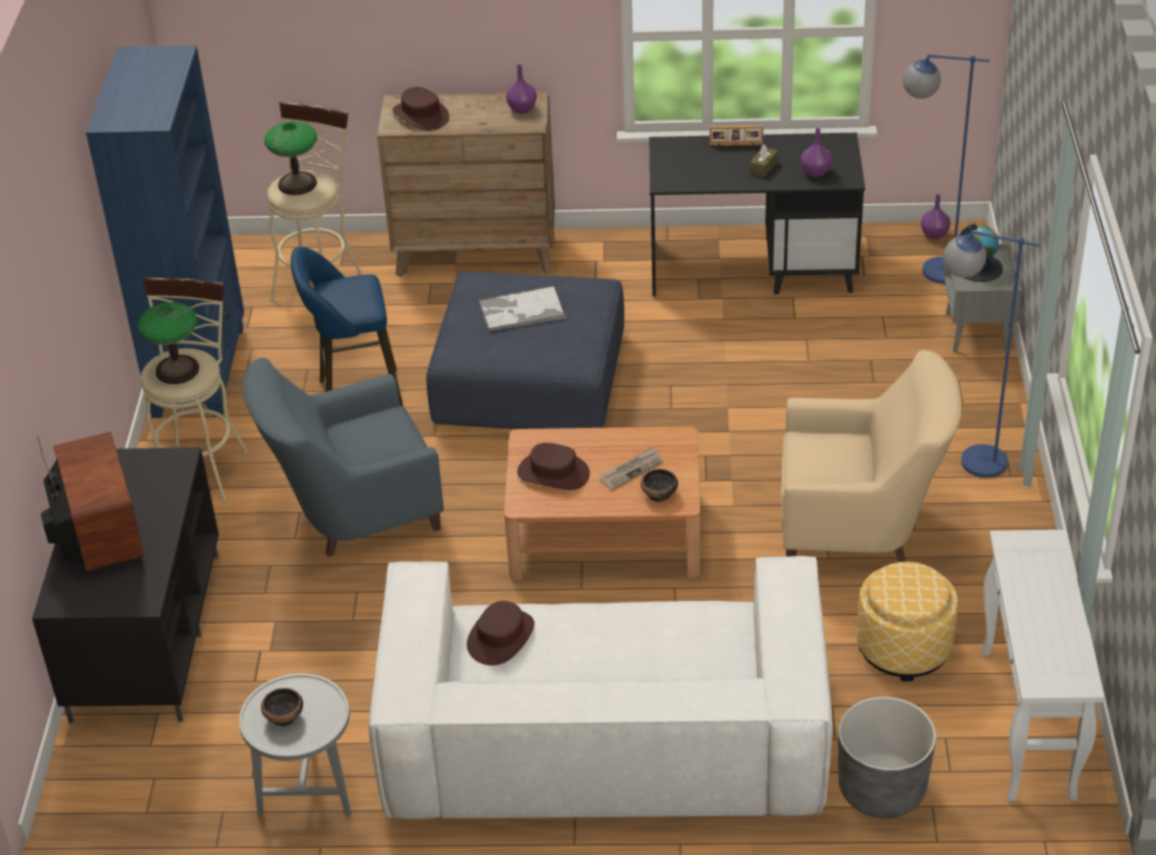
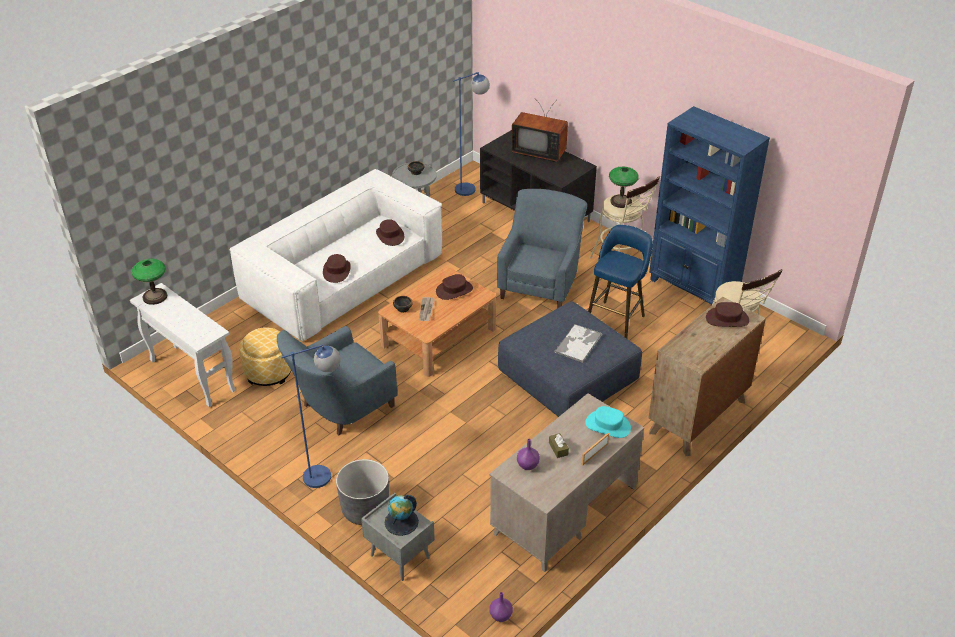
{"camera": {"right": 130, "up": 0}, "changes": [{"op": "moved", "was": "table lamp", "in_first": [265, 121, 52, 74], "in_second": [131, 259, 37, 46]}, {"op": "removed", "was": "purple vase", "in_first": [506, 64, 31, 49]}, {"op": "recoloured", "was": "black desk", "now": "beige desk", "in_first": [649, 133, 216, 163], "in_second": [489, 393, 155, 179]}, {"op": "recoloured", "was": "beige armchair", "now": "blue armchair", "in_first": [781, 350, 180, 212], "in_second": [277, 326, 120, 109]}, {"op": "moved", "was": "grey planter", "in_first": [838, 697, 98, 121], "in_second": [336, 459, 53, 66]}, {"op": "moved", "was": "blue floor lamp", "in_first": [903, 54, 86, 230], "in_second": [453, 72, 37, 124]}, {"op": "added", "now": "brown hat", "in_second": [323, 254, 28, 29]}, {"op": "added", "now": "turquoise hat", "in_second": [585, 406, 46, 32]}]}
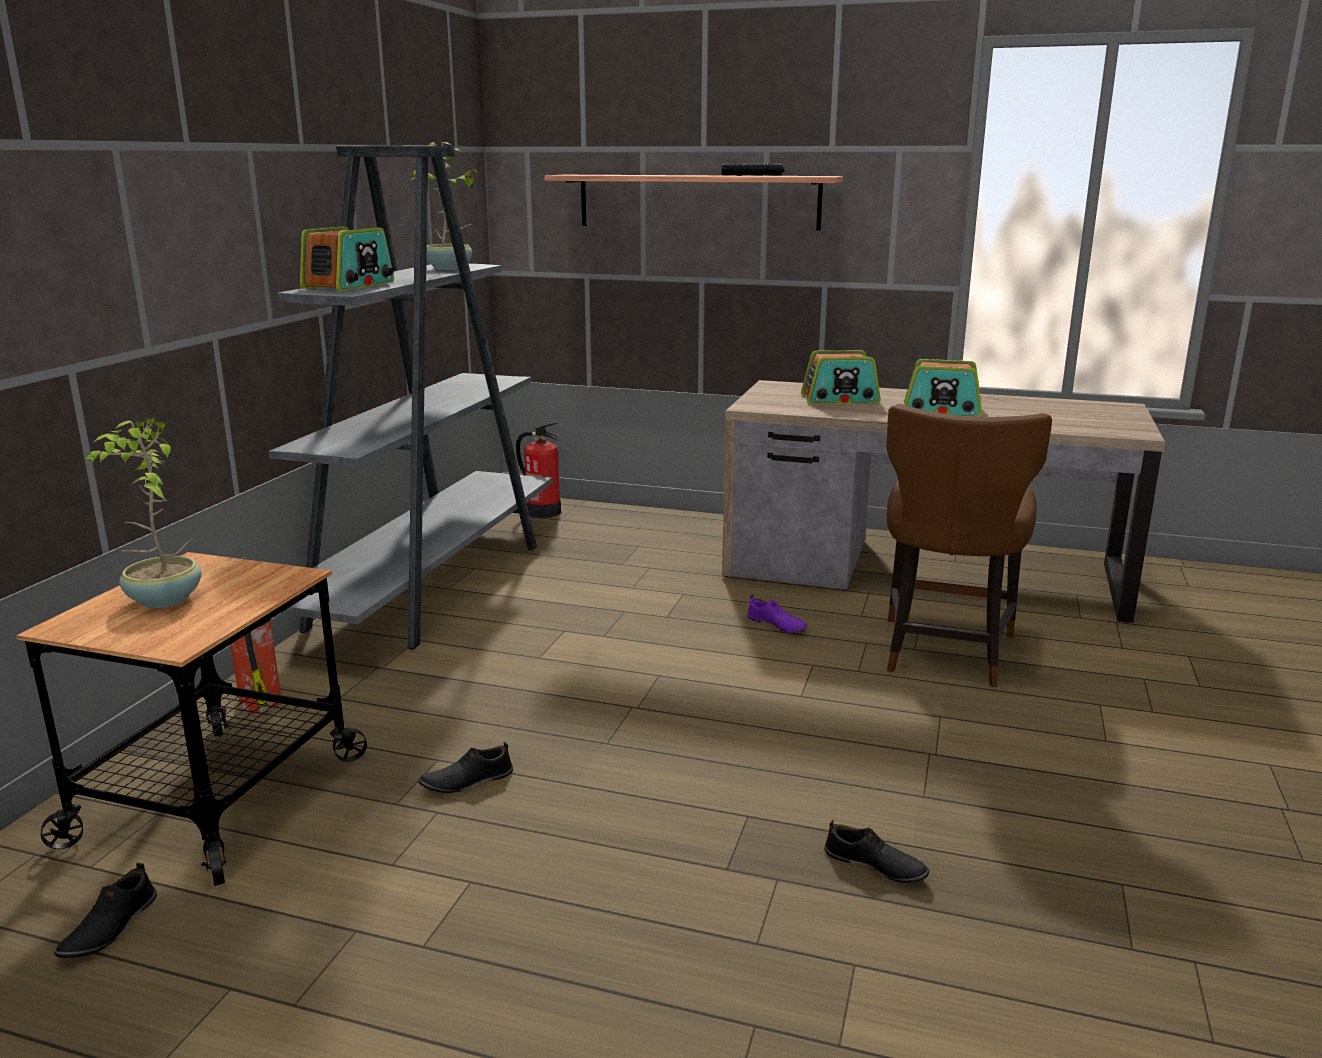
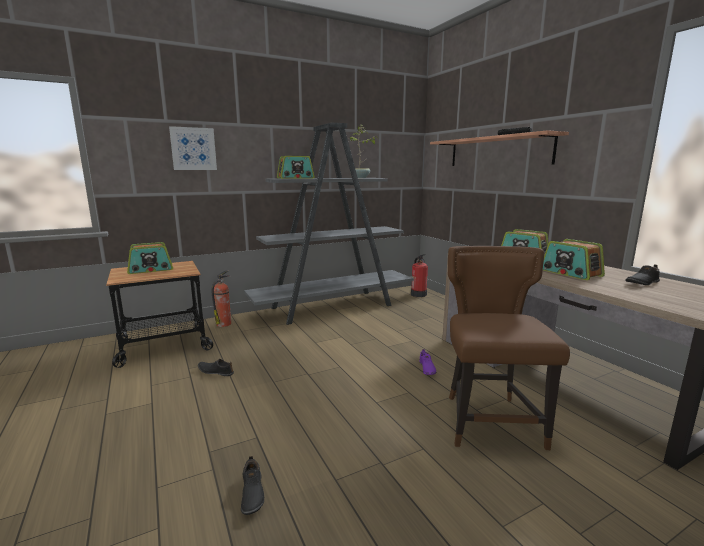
{"camera": {"right": 45, "up": -5}, "changes": [{"op": "moved", "was": "black shoe", "in_first": [54, 863, 103, 95], "in_second": [626, 265, 34, 20]}, {"op": "replaced", "was": "potted plant", "now": "radio", "in_first": [85, 417, 117, 191], "in_second": [127, 242, 46, 32]}, {"op": "turned", "was": "brown chair", "in_first": [886, 404, 166, 283], "in_second": [448, 246, 122, 204], "clockwise": 120}, {"op": "added", "now": "picture", "in_second": [169, 126, 48, 44]}]}
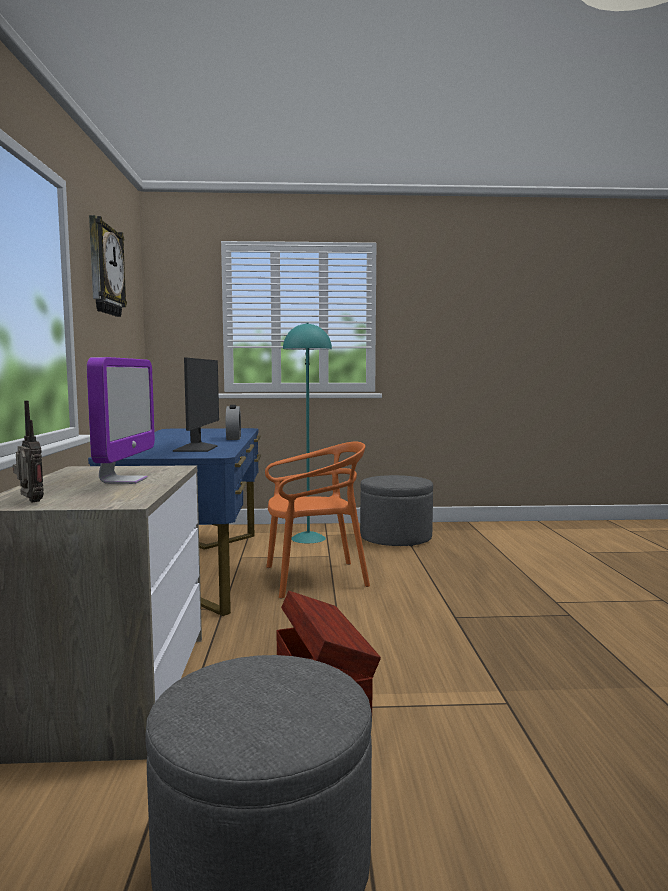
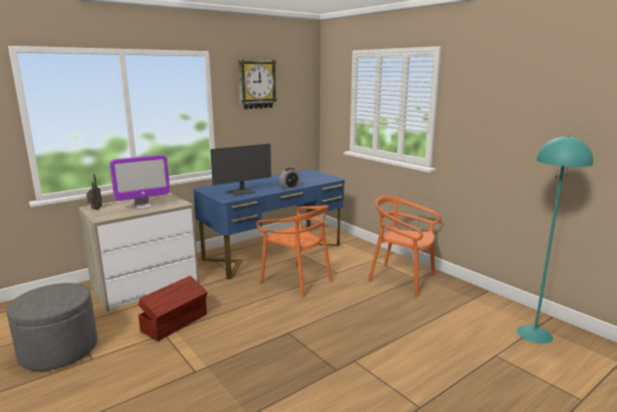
{"camera": {"right": 55, "up": 10}, "changes": [{"op": "moved", "was": "turquoise floor lamp", "in_first": [283, 322, 49, 221], "in_second": [517, 135, 76, 209]}, {"op": "replaced", "was": "grey ottoman", "now": "orange chair", "in_first": [360, 475, 73, 71], "in_second": [368, 196, 73, 101]}]}
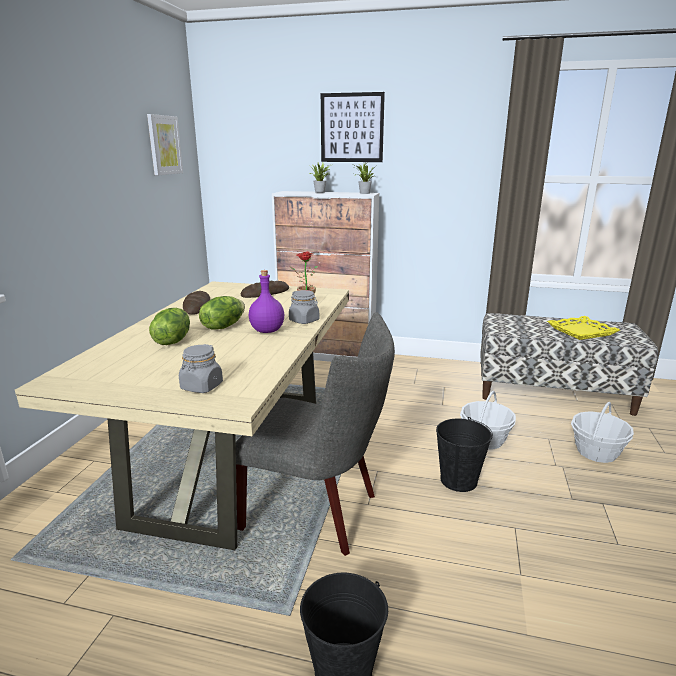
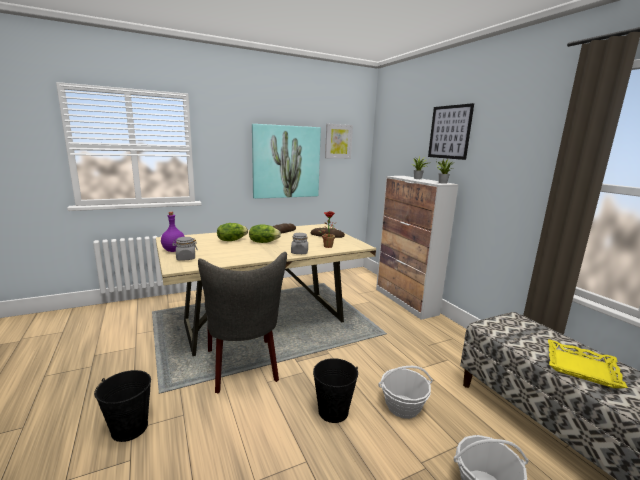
{"camera": {"right": 50, "up": -5}, "changes": [{"op": "moved", "was": "purple bottle", "in_first": [249, 270, 35, 63], "in_second": [161, 212, 24, 40]}, {"op": "added", "now": "picture", "in_second": [252, 124, 69, 75]}]}
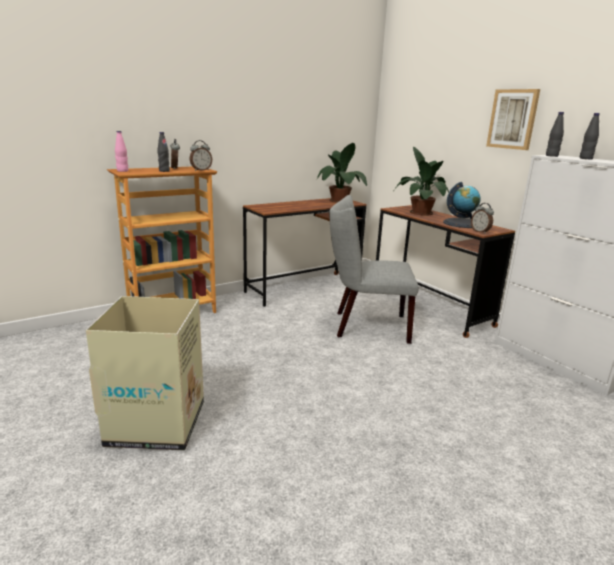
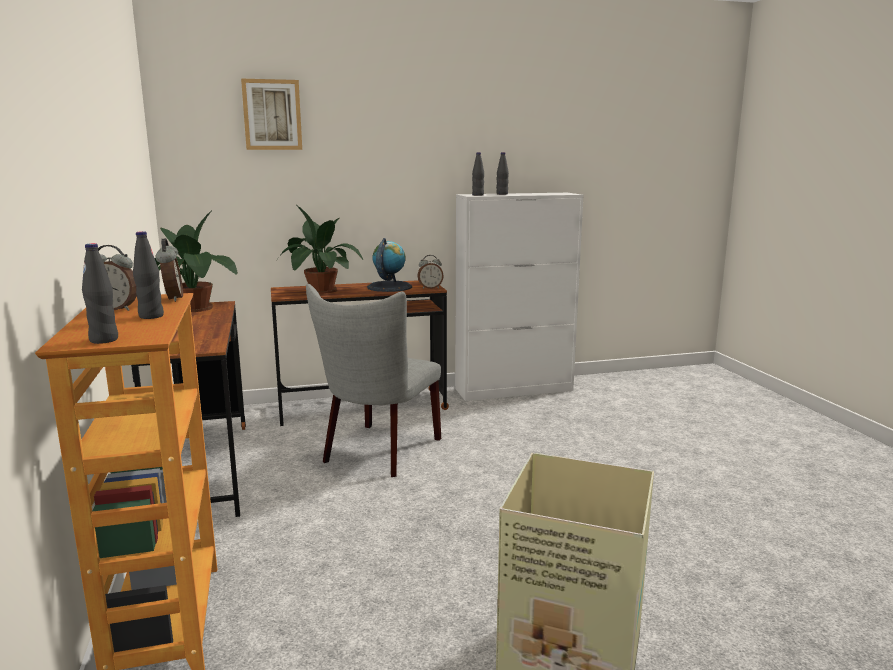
{"camera": {"right": -70, "up": -5}, "changes": [{"op": "recoloured", "was": "pink bottle", "now": "black bottle", "in_first": [115, 131, 13, 41], "in_second": [82, 243, 36, 101]}, {"op": "moved", "was": "picture", "in_first": [486, 89, 54, 61], "in_second": [241, 79, 61, 71]}]}
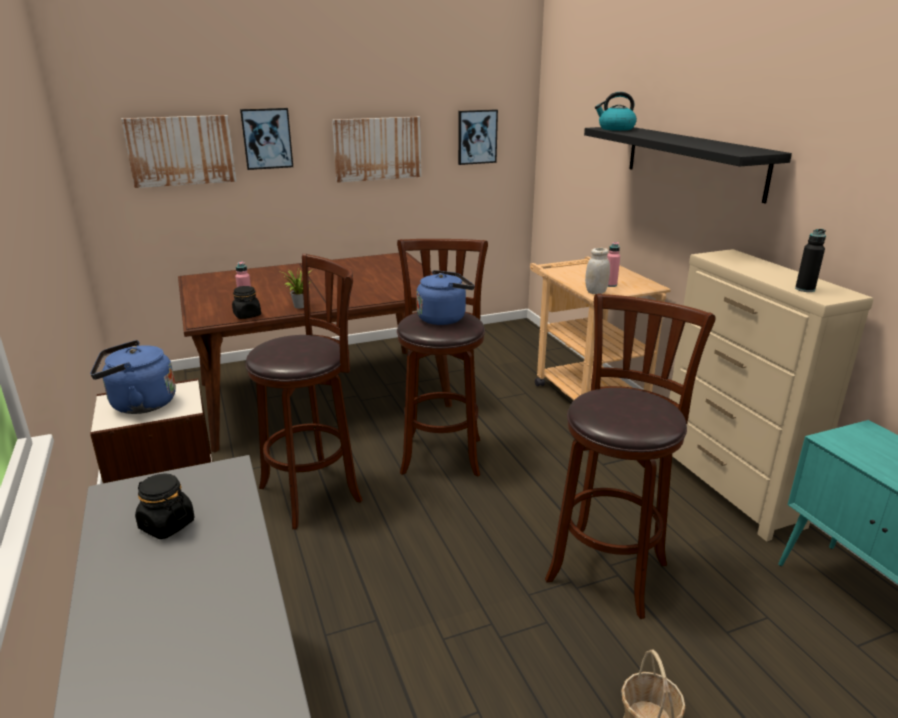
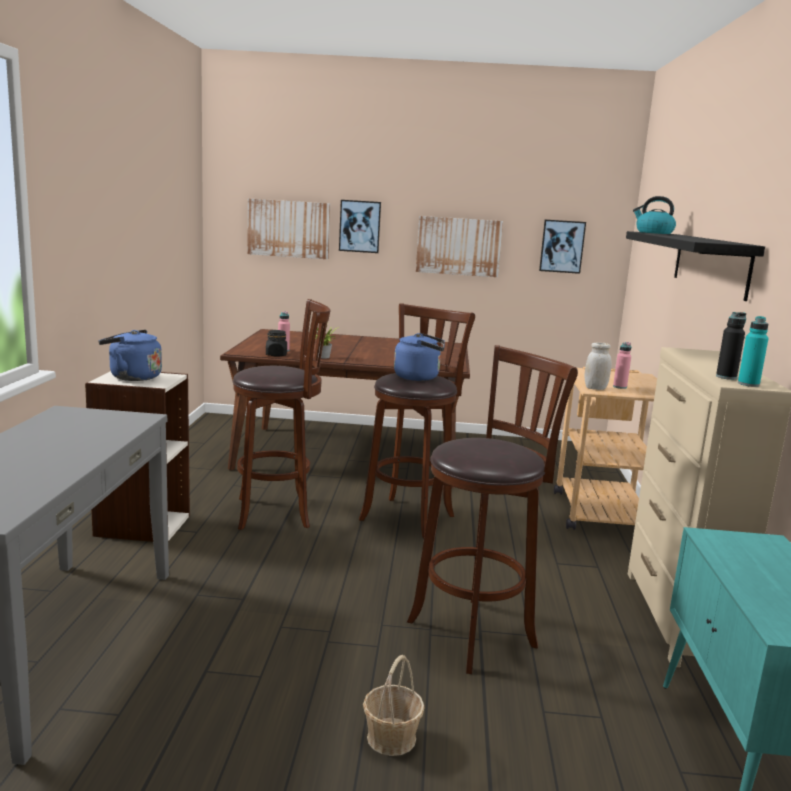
{"camera": {"right": 25, "up": -10}, "changes": [{"op": "removed", "was": "black jar", "in_first": [135, 474, 59, 65]}, {"op": "added", "now": "turquoise bottle", "in_second": [738, 316, 31, 71]}]}
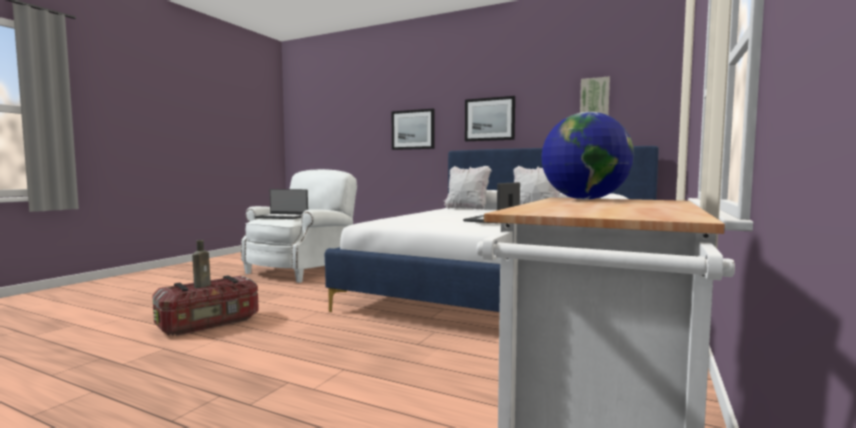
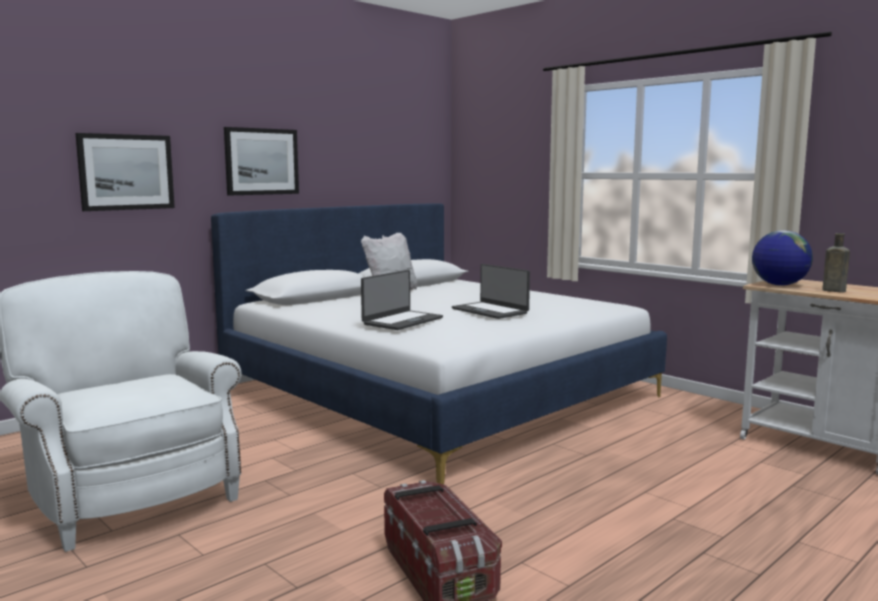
{"camera": {"right": -70, "up": 5}, "changes": [{"op": "moved", "was": "brown bottle", "in_first": [192, 240, 19, 48], "in_second": [822, 233, 28, 59]}, {"op": "moved", "was": "laptop", "in_first": [254, 189, 54, 30], "in_second": [361, 270, 82, 60]}, {"op": "removed", "was": "white pillow", "in_first": [444, 166, 47, 44]}, {"op": "removed", "was": "picture", "in_first": [580, 76, 30, 39]}]}
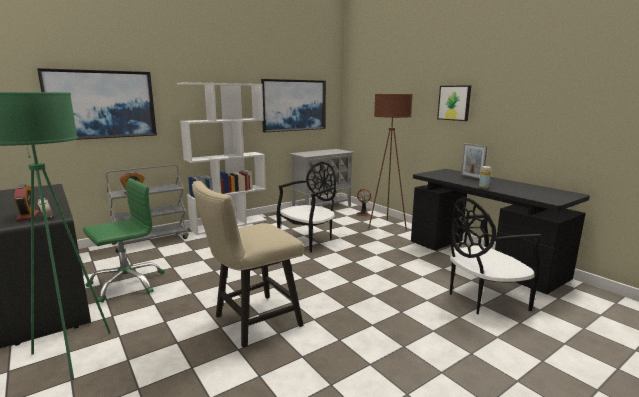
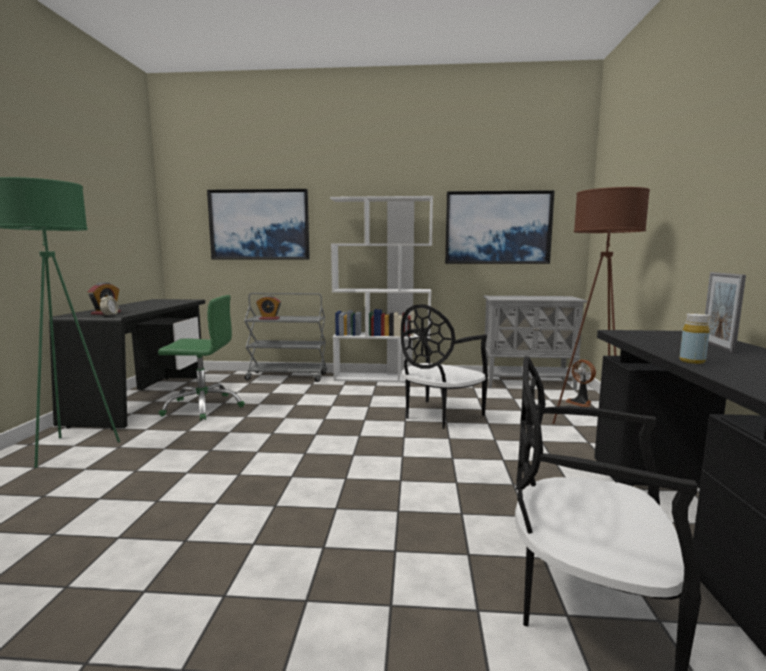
{"camera": {"right": 40, "up": -5}, "changes": [{"op": "removed", "was": "beige chair", "in_first": [192, 181, 112, 167]}, {"op": "turned", "was": "black chair", "in_first": [276, 162, 60, 91], "in_second": [401, 304, 87, 125], "clockwise": 135}, {"op": "removed", "was": "picture", "in_first": [437, 85, 34, 36]}]}
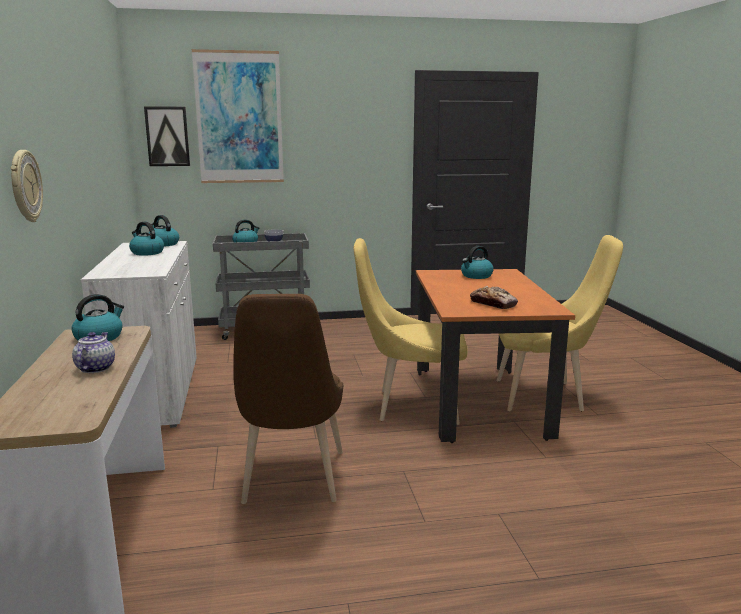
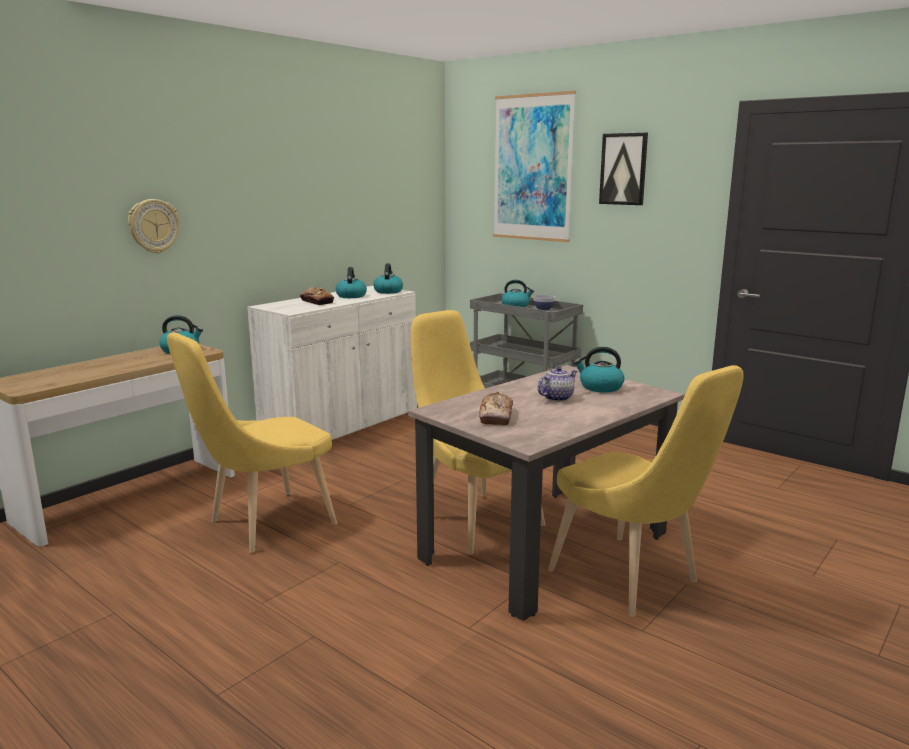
{"camera": {"right": 50, "up": 0}, "changes": [{"op": "moved", "was": "teapot", "in_first": [72, 332, 43, 41], "in_second": [537, 366, 40, 35]}, {"op": "moved", "was": "picture", "in_first": [144, 106, 46, 60], "in_second": [599, 133, 49, 72]}, {"op": "recoloured", "was": "brown chair", "now": "yellow chair", "in_first": [233, 294, 110, 210], "in_second": [167, 332, 170, 221]}, {"op": "recoloured", "was": "orange dining table", "now": "beige dining table", "in_first": [416, 269, 159, 174], "in_second": [408, 365, 277, 256]}, {"op": "added", "now": "bread", "in_second": [300, 287, 34, 18]}]}
